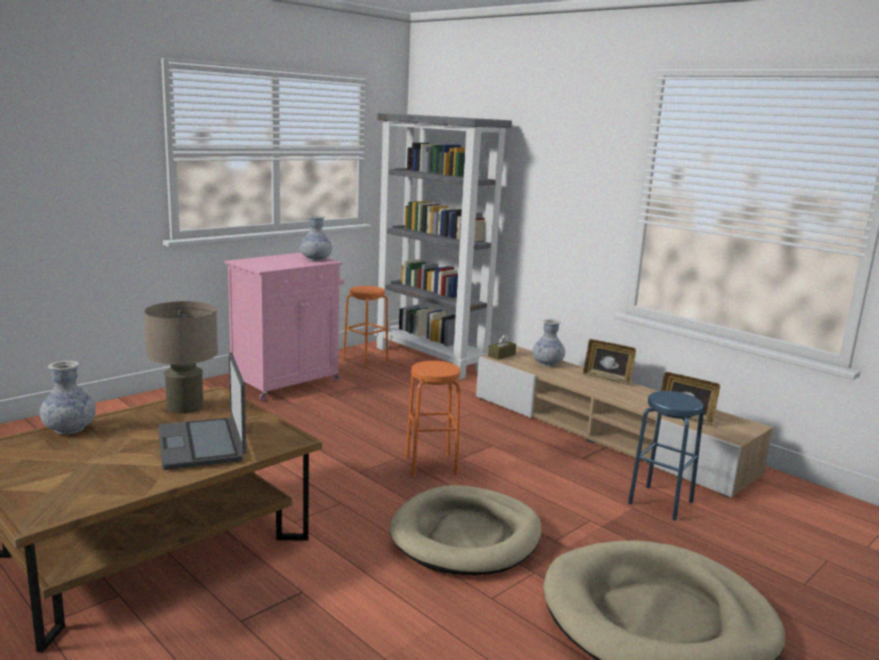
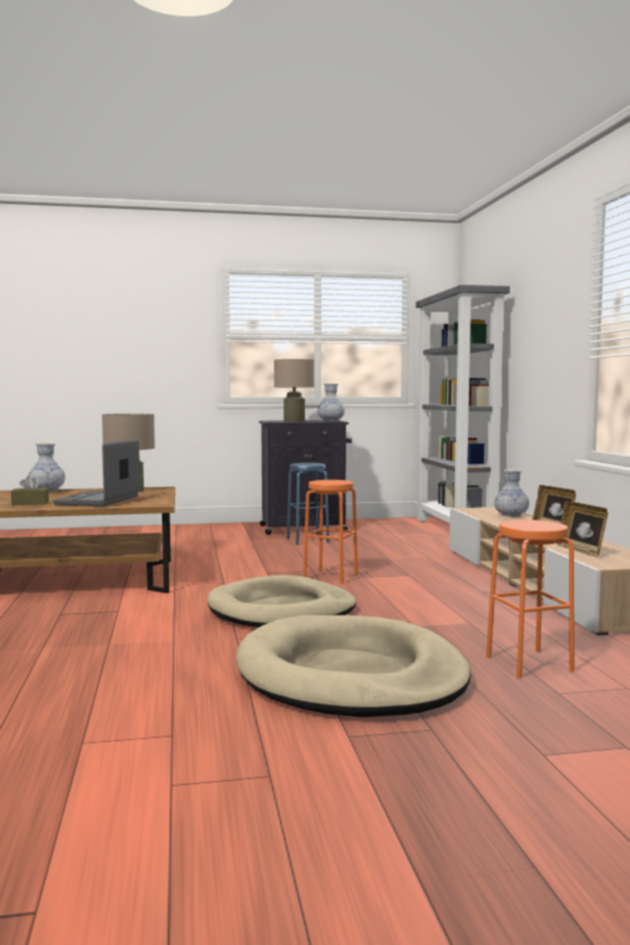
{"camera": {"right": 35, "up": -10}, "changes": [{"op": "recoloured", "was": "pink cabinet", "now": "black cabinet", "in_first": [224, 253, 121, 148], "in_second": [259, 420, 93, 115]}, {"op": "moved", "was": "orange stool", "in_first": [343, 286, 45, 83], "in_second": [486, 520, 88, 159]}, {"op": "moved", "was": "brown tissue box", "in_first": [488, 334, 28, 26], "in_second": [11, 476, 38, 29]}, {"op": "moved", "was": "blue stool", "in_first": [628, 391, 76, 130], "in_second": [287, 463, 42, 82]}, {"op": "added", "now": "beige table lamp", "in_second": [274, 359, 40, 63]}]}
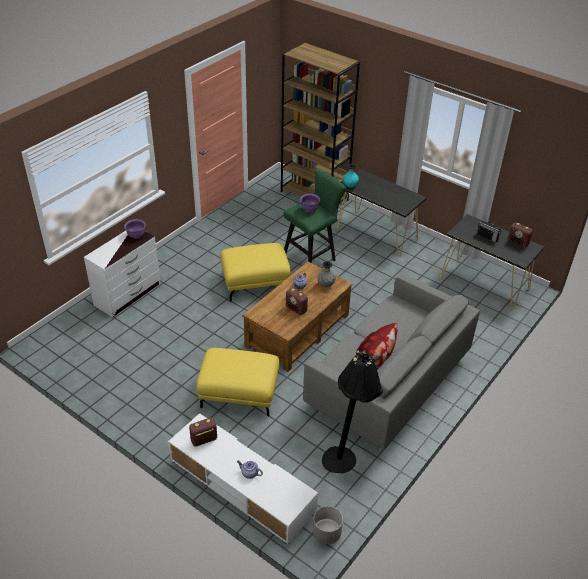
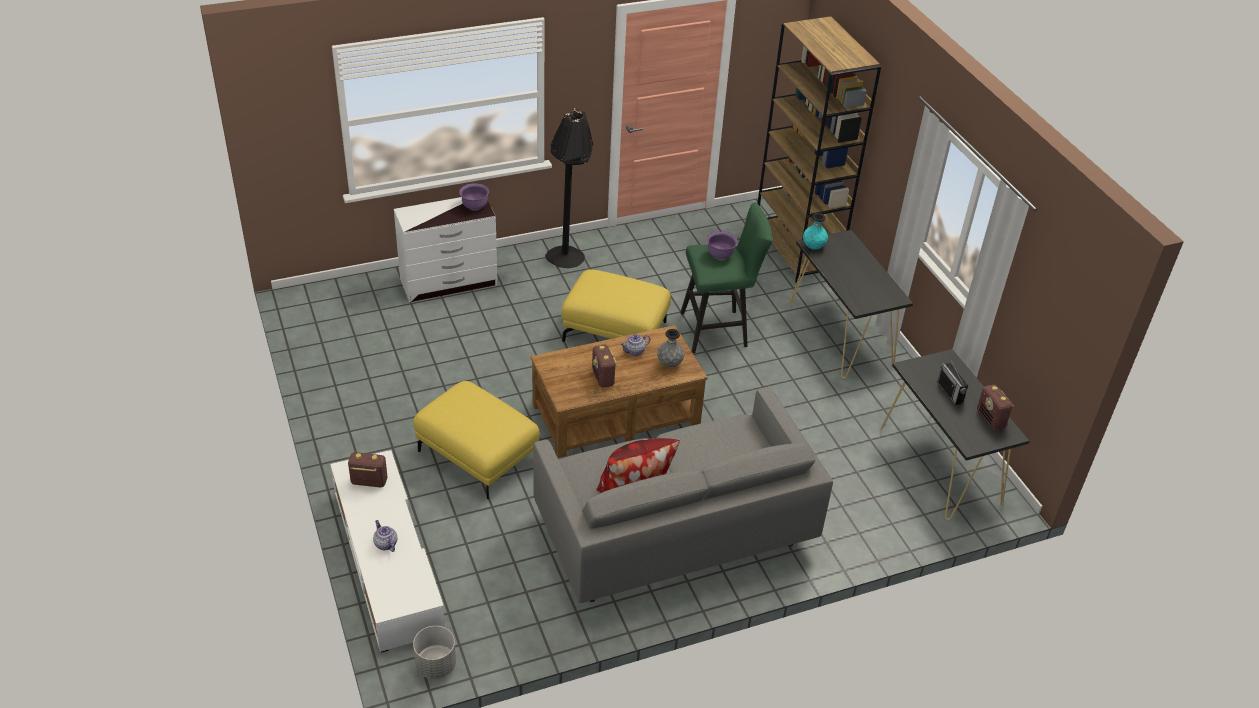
{"camera": {"right": 30, "up": 0}, "changes": [{"op": "moved", "was": "black floor lamp", "in_first": [322, 350, 61, 123], "in_second": [545, 108, 48, 160]}]}
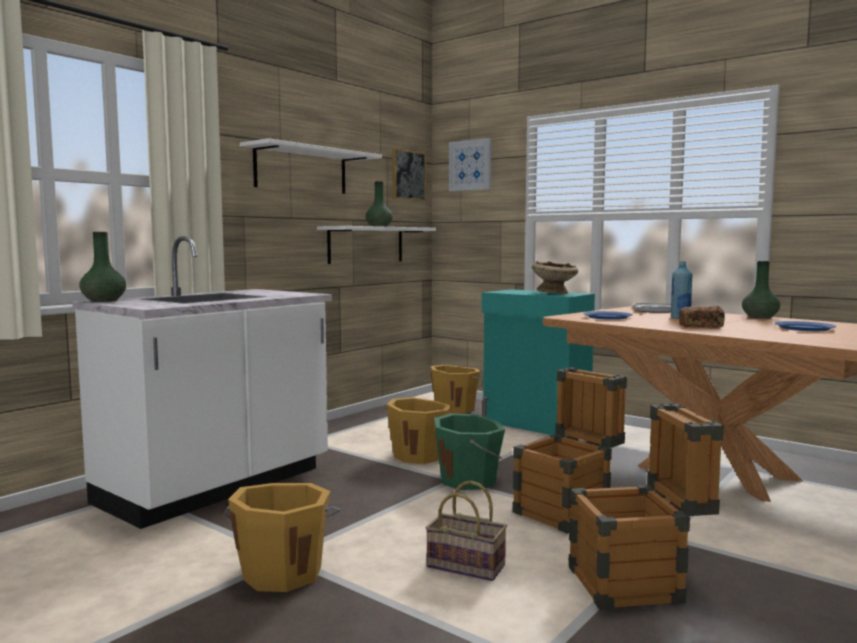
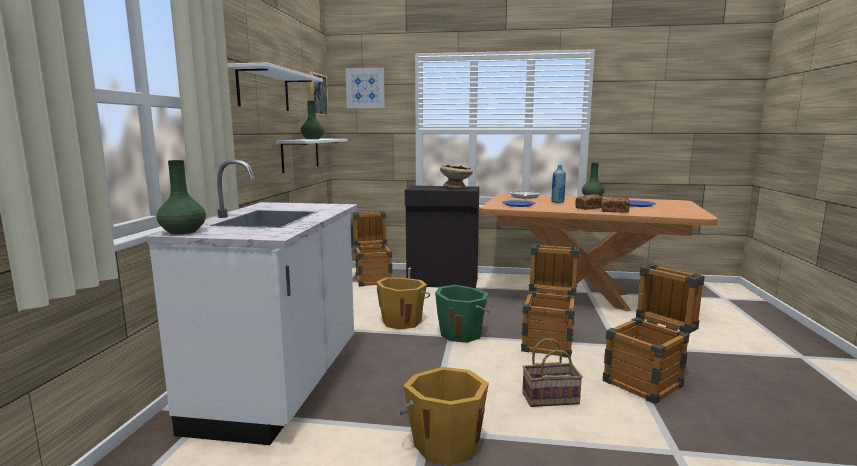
{"camera": {"right": -30, "up": 5}, "changes": [{"op": "replaced", "was": "orange bucket", "now": "crate", "in_first": [431, 365, 52, 49], "in_second": [353, 211, 40, 76]}, {"op": "recoloured", "was": "turquoise cabinet", "now": "black cabinet", "in_first": [482, 289, 113, 149], "in_second": [405, 186, 74, 103]}, {"op": "added", "now": "bread", "in_second": [601, 198, 29, 15]}]}
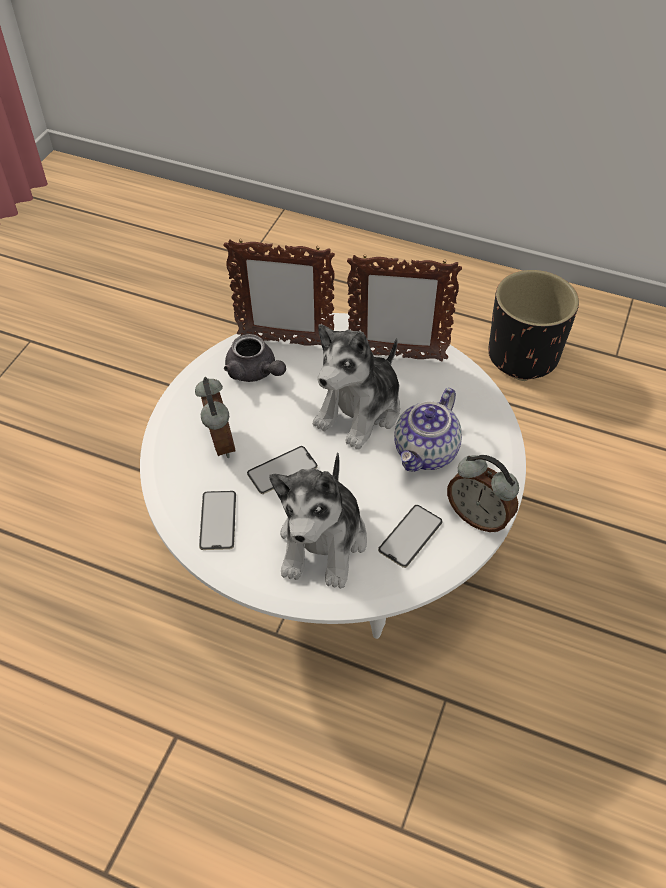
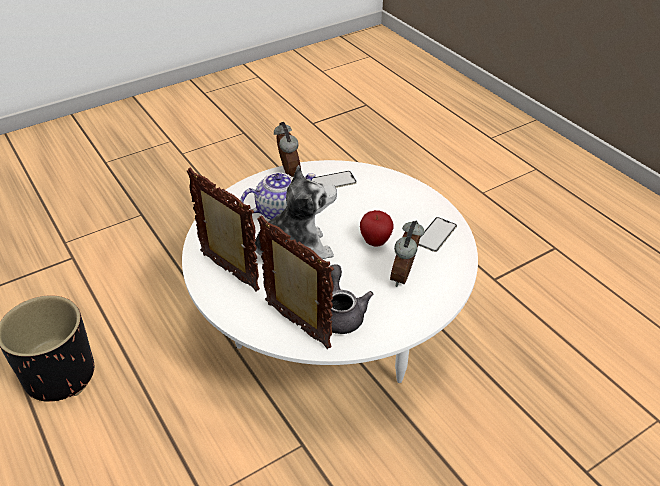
{"camera": {"right": -145, "up": -10}, "changes": [{"op": "replaced", "was": "phone", "now": "apple", "in_first": [247, 446, 71, 48], "in_second": [360, 210, 34, 36]}, {"op": "removed", "was": "plush toy", "in_first": [269, 453, 98, 136]}]}
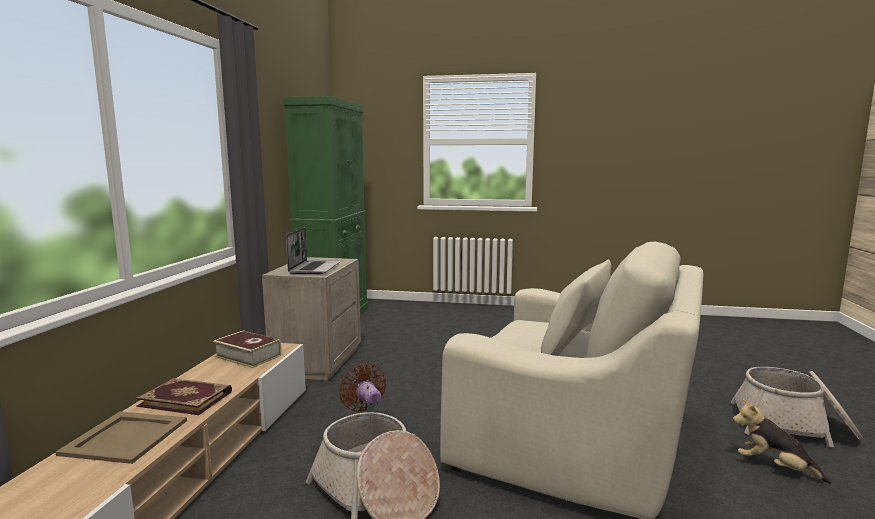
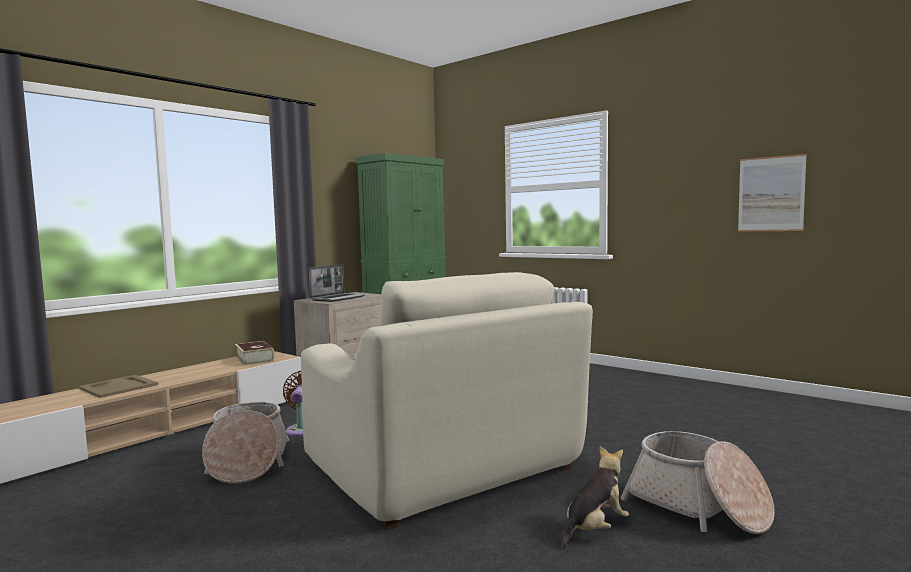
{"camera": {"right": 30, "up": -5}, "changes": [{"op": "removed", "was": "book", "in_first": [135, 378, 97, 37]}, {"op": "turned", "was": "plush toy", "in_first": [733, 398, 99, 86], "in_second": [561, 446, 68, 104], "clockwise": 75}, {"op": "added", "now": "picture", "in_second": [738, 154, 69, 78]}]}
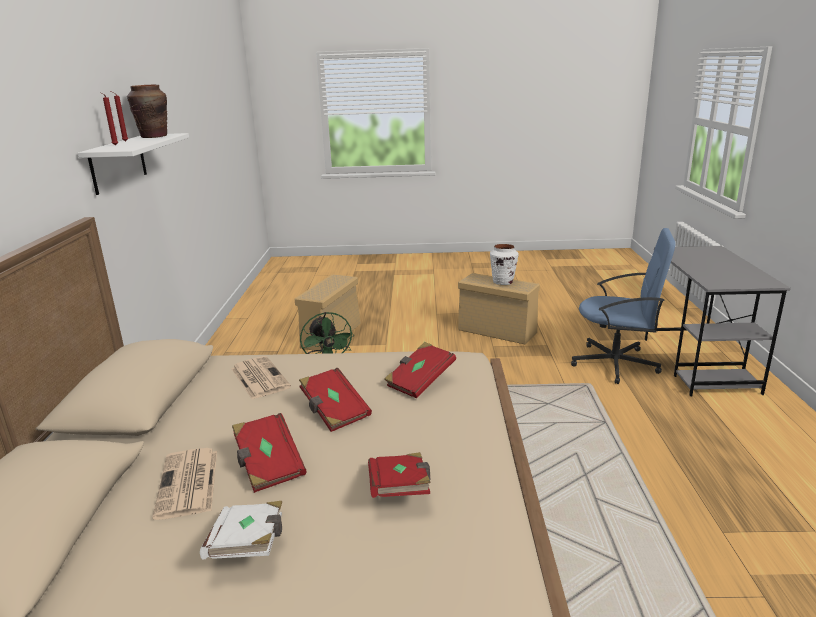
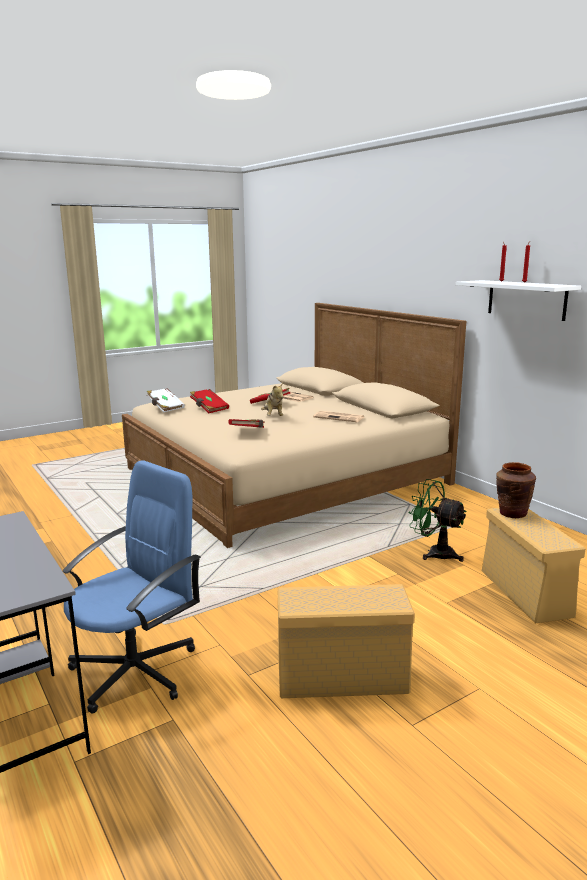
{"camera": {"right": 145, "up": -5}, "changes": [{"op": "moved", "was": "brown vase", "in_first": [127, 85, 40, 53], "in_second": [496, 462, 40, 56]}, {"op": "moved", "was": "white book", "in_first": [200, 501, 82, 58], "in_second": [147, 388, 38, 24]}, {"op": "replaced", "was": "red book", "now": "plush toy", "in_first": [299, 368, 73, 64], "in_second": [261, 383, 23, 33]}, {"op": "removed", "was": "white vase", "in_first": [490, 244, 29, 41]}, {"op": "turned", "was": "blue office chair", "in_first": [571, 228, 105, 156], "in_second": [63, 460, 138, 254], "clockwise": 150}]}
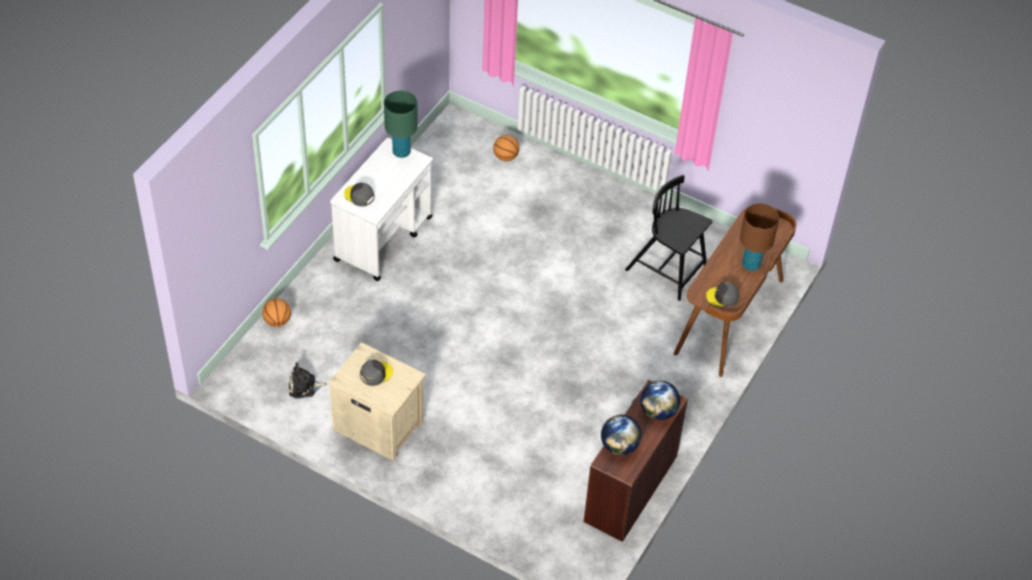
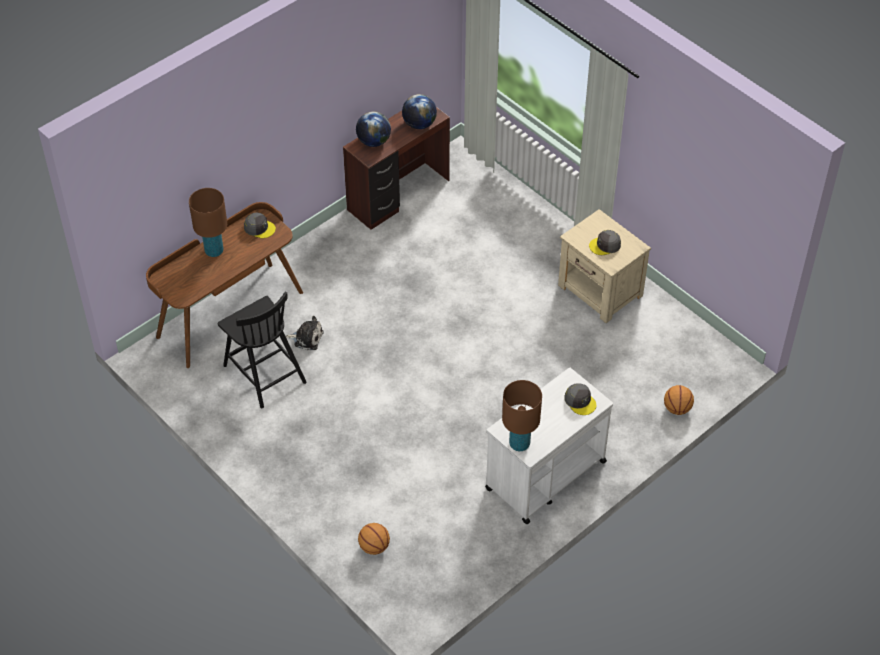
{"camera": {"right": -160, "up": 0}, "changes": [{"op": "moved", "was": "plush toy", "in_first": [289, 362, 38, 37], "in_second": [286, 316, 38, 34]}, {"op": "recoloured", "was": "green table lamp", "now": "brown table lamp", "in_first": [384, 91, 34, 67], "in_second": [502, 380, 40, 71]}]}
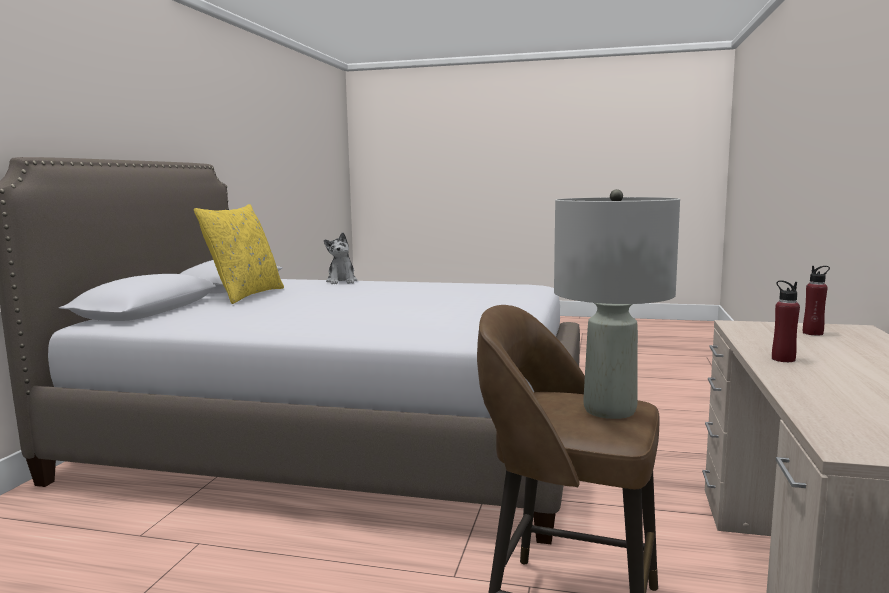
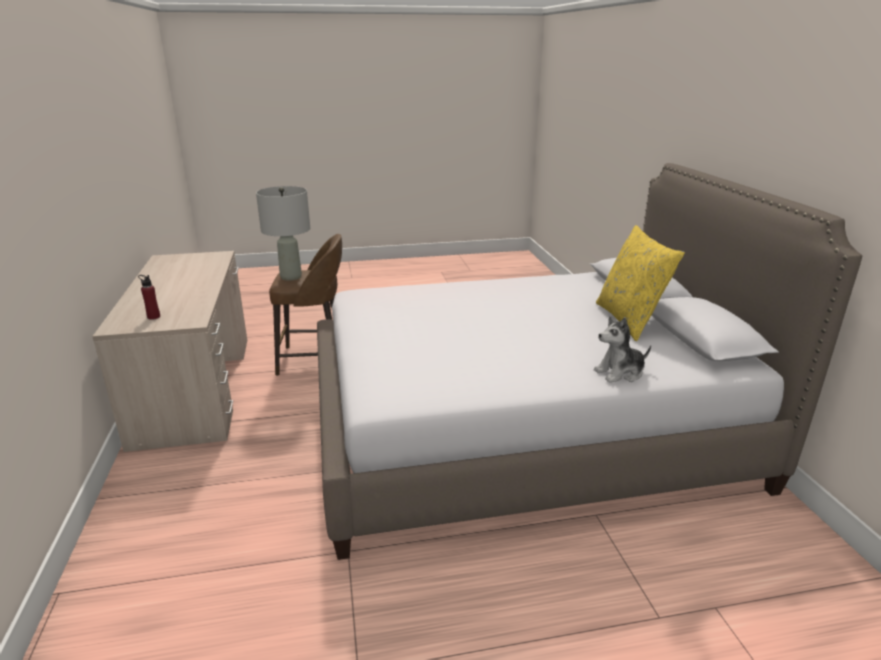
{"camera": {"right": 155, "up": 15}, "changes": [{"op": "turned", "was": "plush toy", "in_first": [324, 232, 33, 52], "in_second": [594, 316, 57, 67], "clockwise": -75}, {"op": "removed", "was": "red bottle", "in_first": [772, 280, 28, 82]}]}
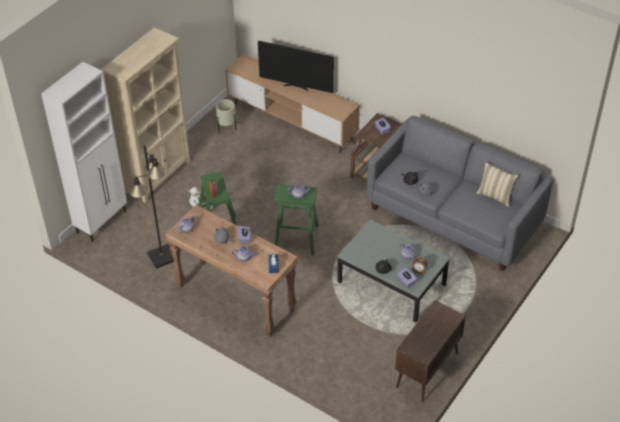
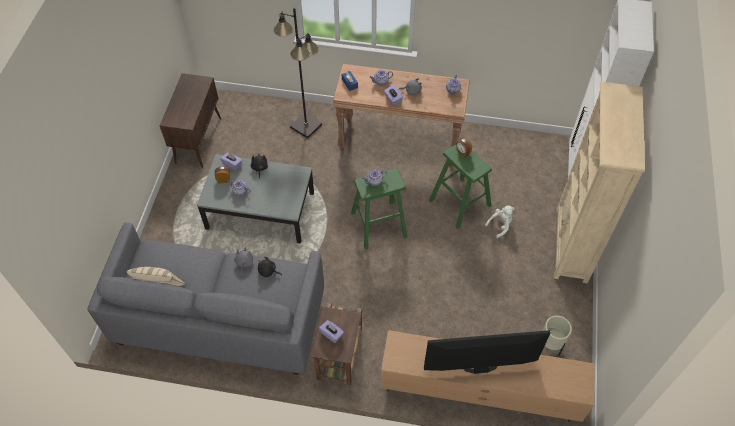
{"camera": {"right": 155, "up": 10}, "changes": [{"op": "moved", "was": "black floor lamp", "in_first": [129, 145, 45, 123], "in_second": [273, 8, 49, 130]}]}
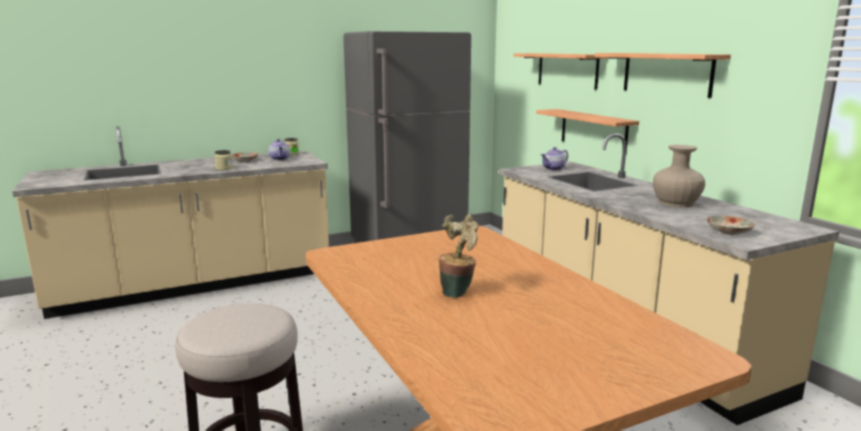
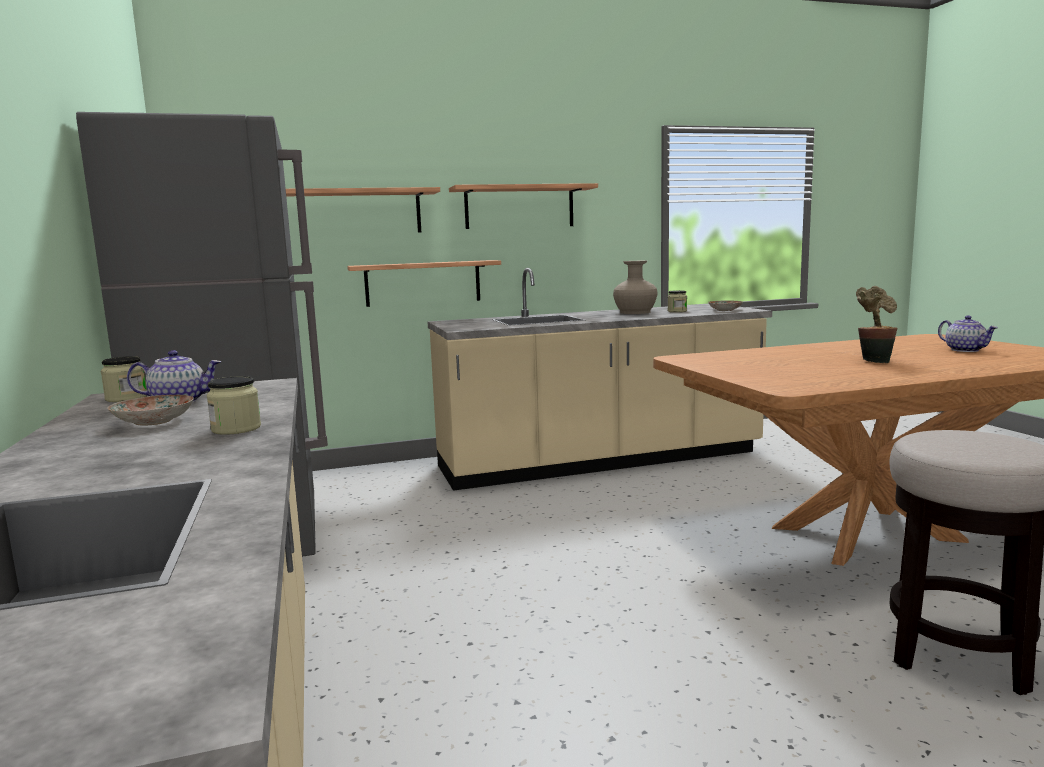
{"camera": {"right": -80, "up": -5}, "changes": [{"op": "moved", "was": "teapot", "in_first": [541, 147, 27, 23], "in_second": [938, 315, 60, 37]}, {"op": "added", "now": "jar", "in_second": [667, 290, 20, 22]}]}
